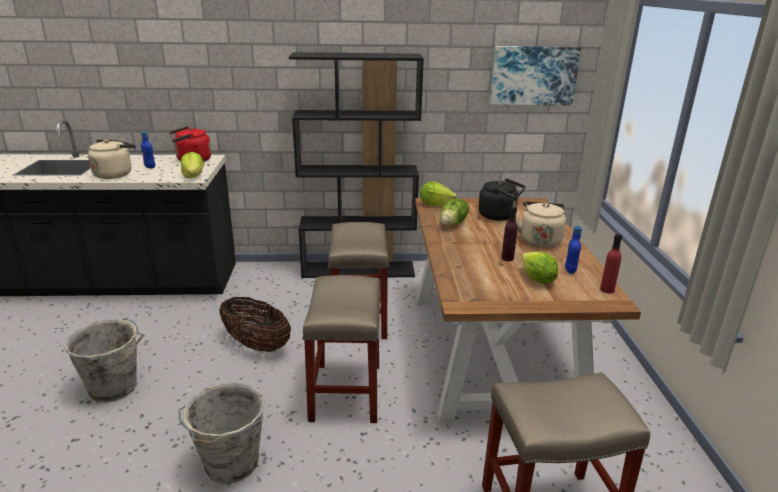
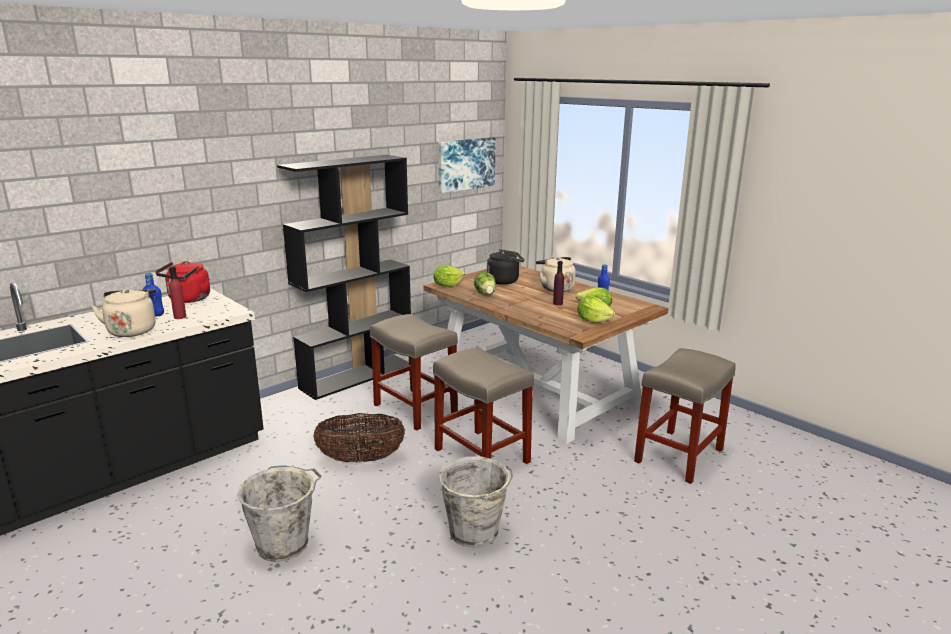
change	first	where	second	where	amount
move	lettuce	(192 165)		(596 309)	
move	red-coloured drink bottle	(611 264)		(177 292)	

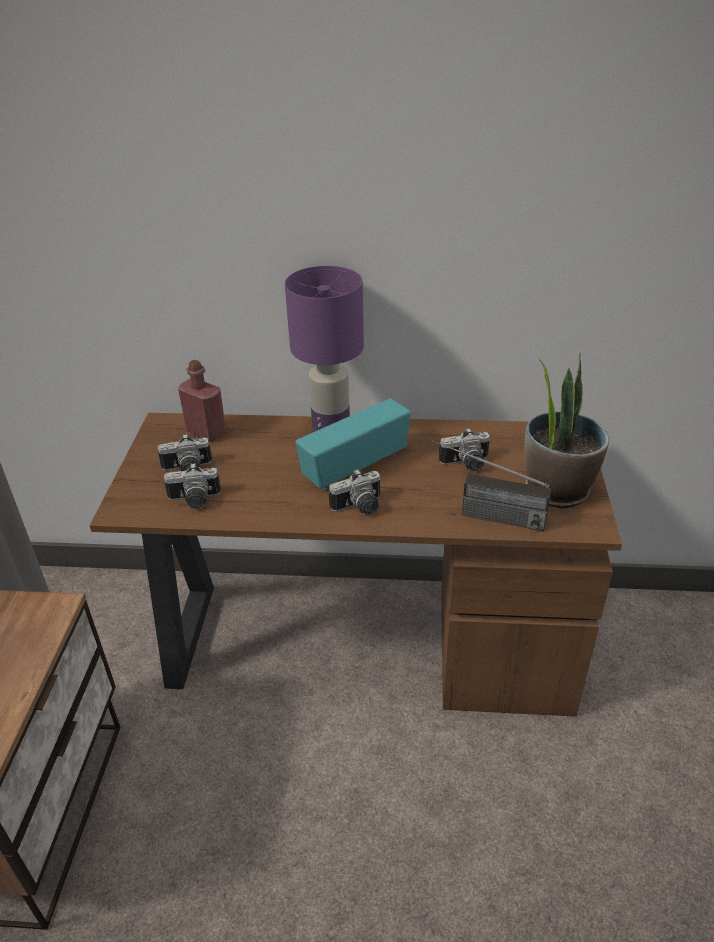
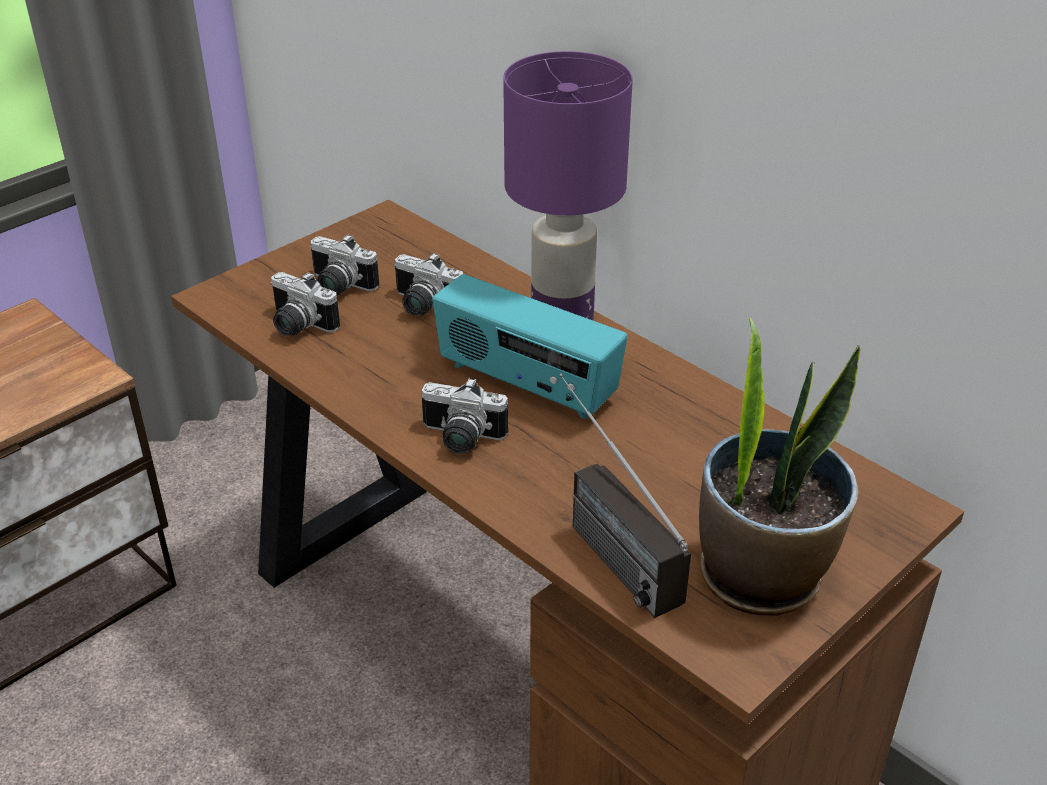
change	first	where	second	where	amount
delete	red-coloured drink bottle	(202 400)			
rotate	radio	(353 444)		(530 347)	150 degrees counterclockwise
move	photo camera	(464 449)		(428 284)	

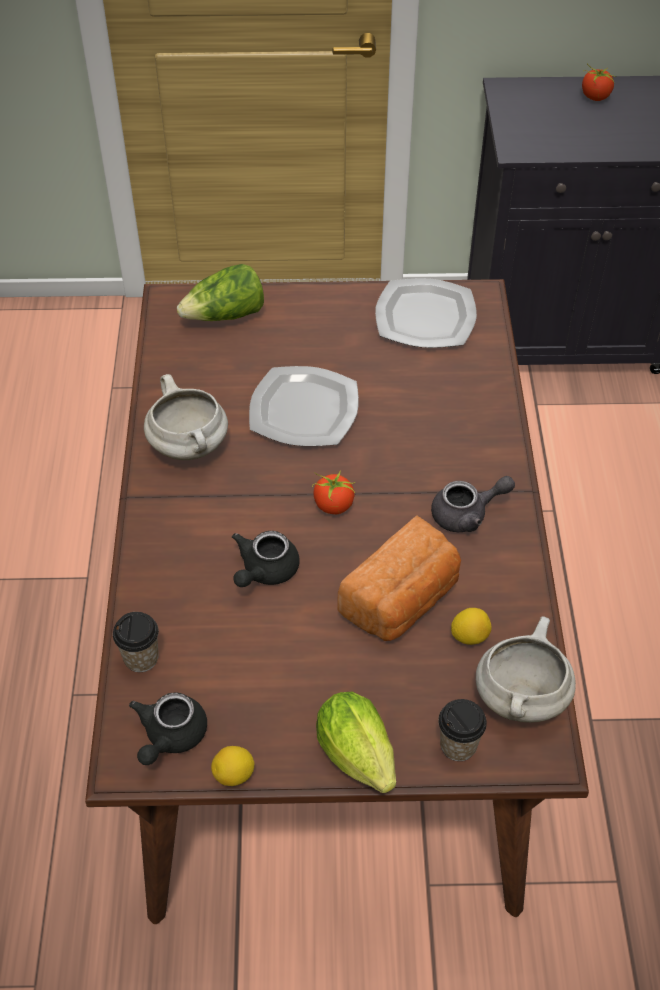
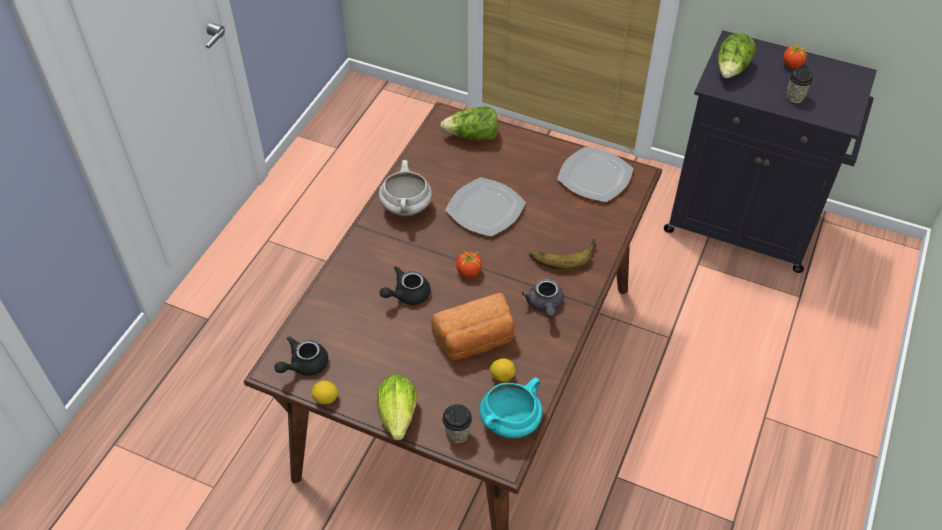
change	first	where	second	where	amount
move	small cup	(136 642)		(799 85)	
rotate	gray pot for tea	(473 504)		(543 298)	75 degrees clockwise
recolor	white-coloured cooking pot	(526 669)	blue-green cooking pot	(511 407)	
insert			banana	(562 254)	
insert			lettuce	(736 55)	

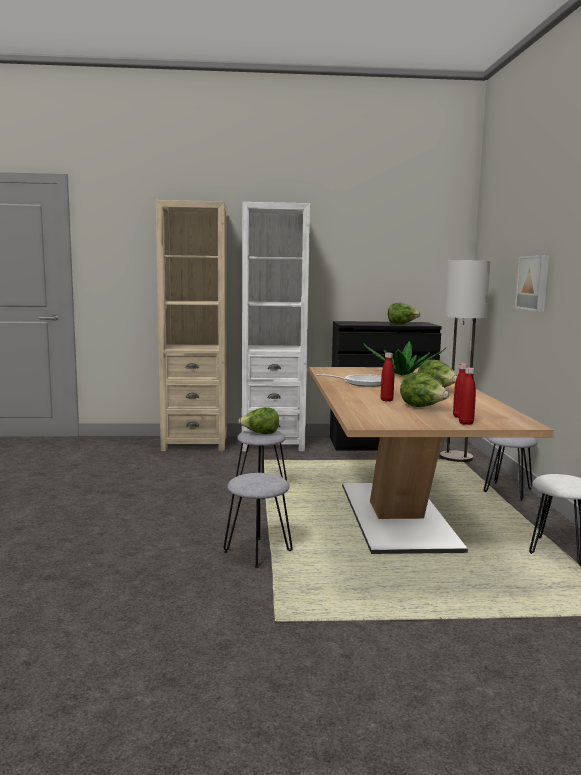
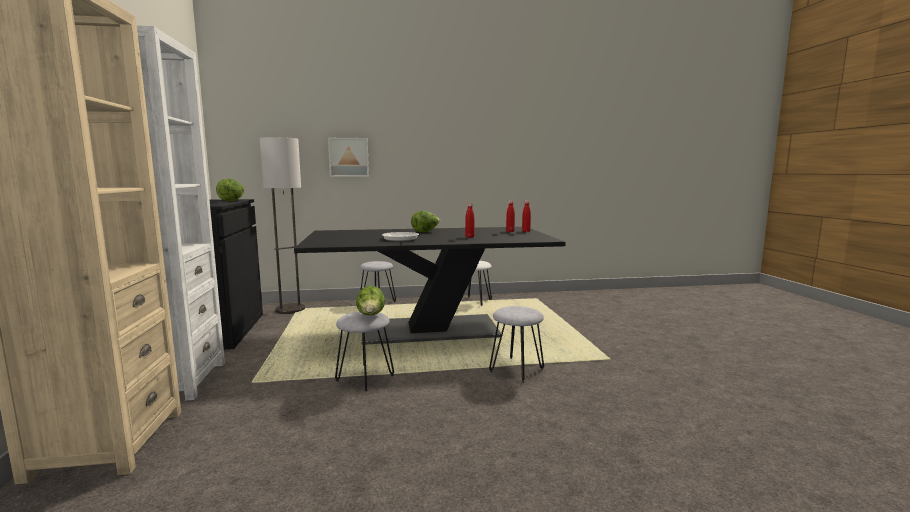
change	first	where	second	where	amount
recolor	beige-coloured dining table	(431 460)	black-coloured dining table	(430 286)	
delete	houseplant	(405 358)			
delete	lettuce	(424 389)			

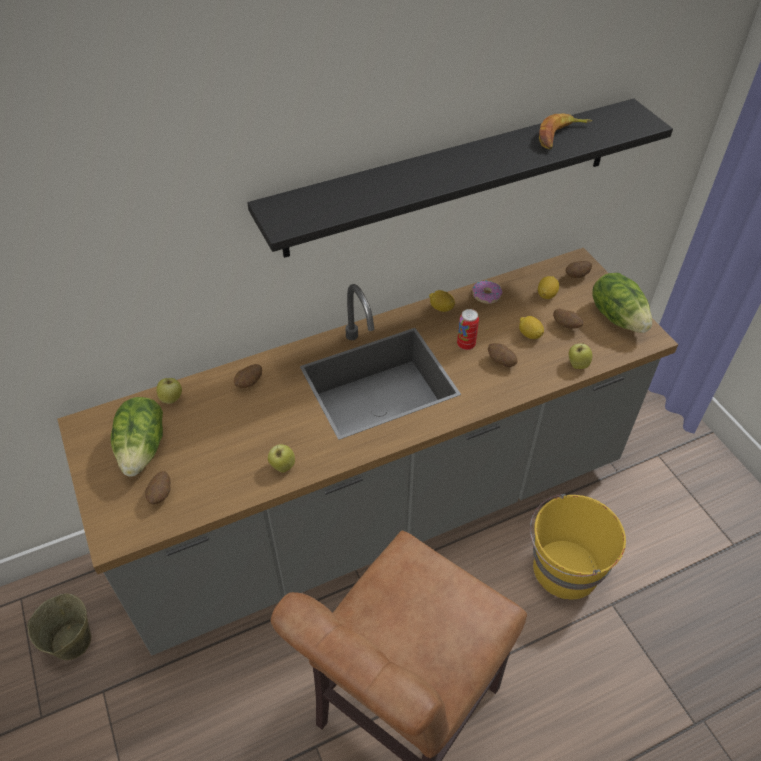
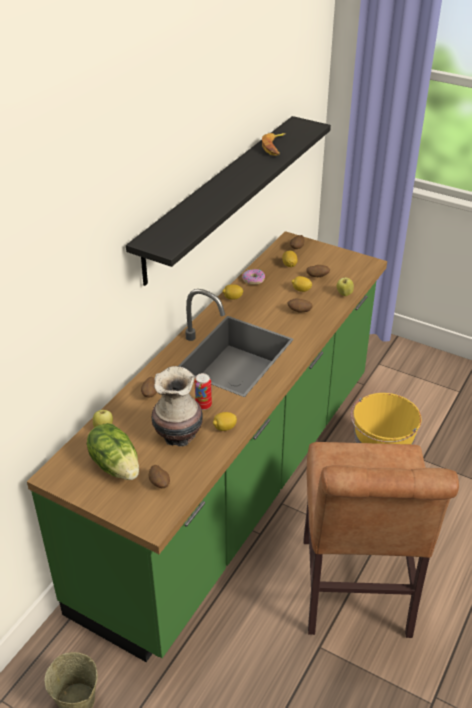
change	first	where	second	where	amount
recolor	gray kitchen base unit	(367 451)	green-coloured kitchen base unit	(207 446)	
replace	apple fruit	(281 458)	citrus fruit	(225 421)	
move	metal can	(468 329)		(203 391)	
delete	lettuce	(622 303)			
insert			decorative vase	(177 406)	

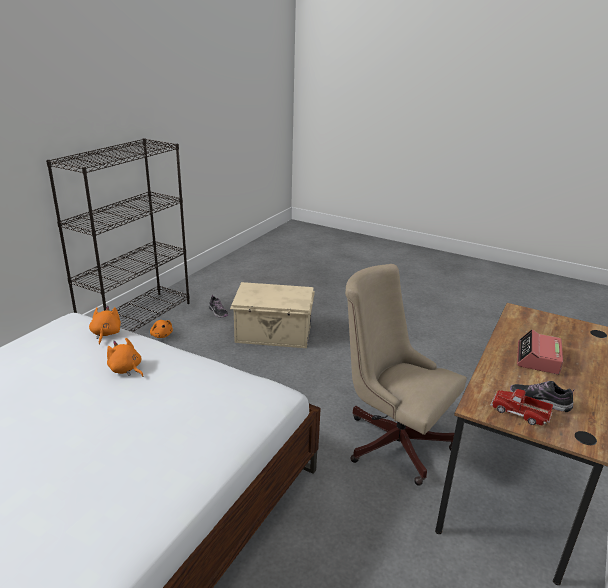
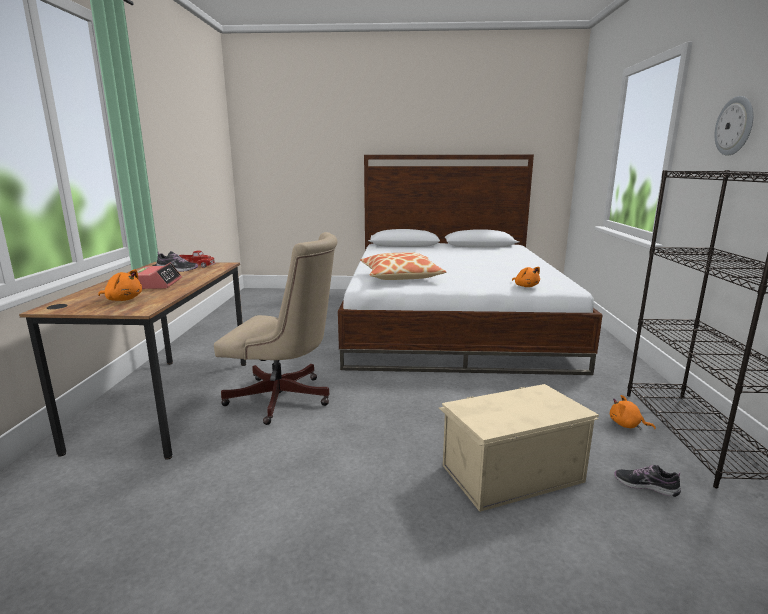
change	first	where	second	where	amount
move	orange-coloured cuddly toy	(125 357)		(120 285)	
insert			throw pillow	(403 266)	
insert			clock on the wall	(734 126)	

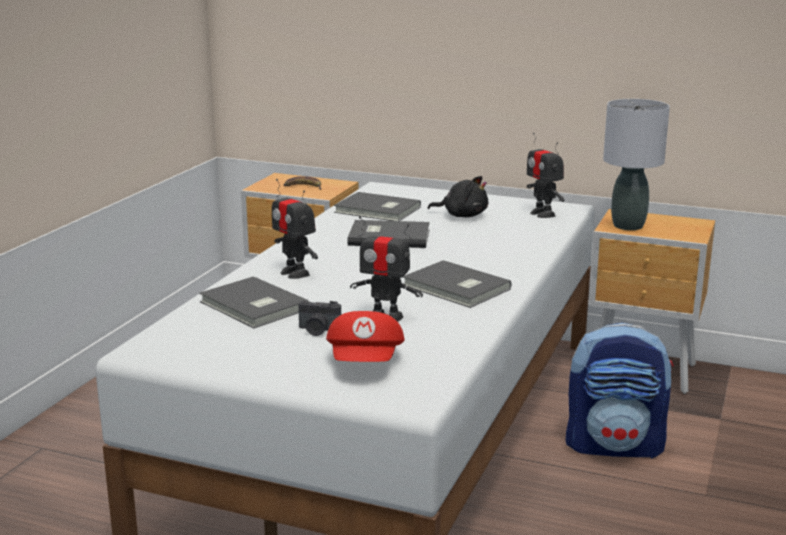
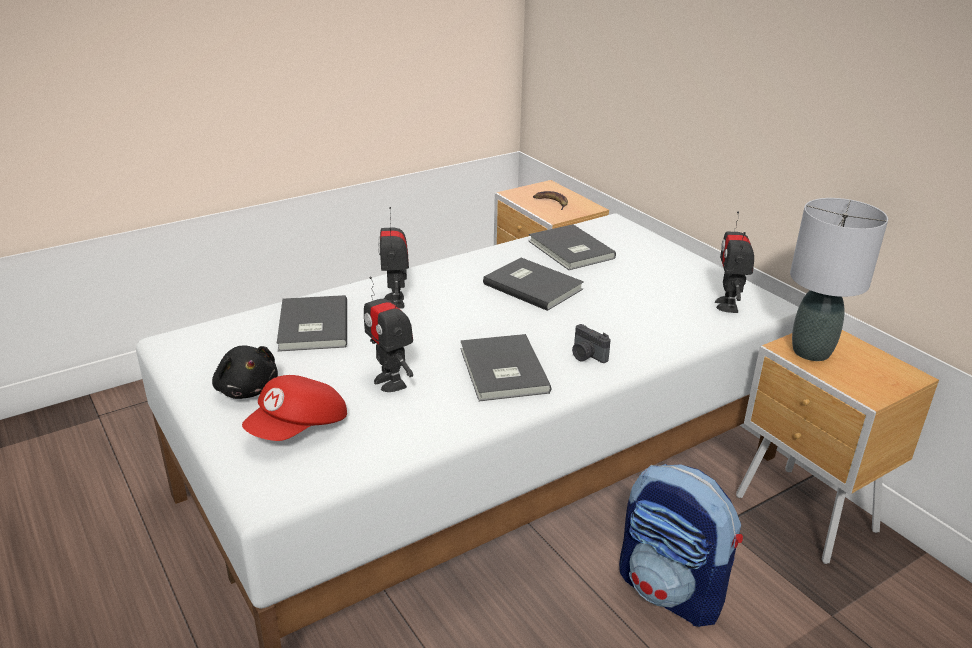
change	first	where	second	where	amount
move	photo camera	(320 318)		(591 343)	
move	black-coloured cuddly toy	(458 196)		(245 372)	

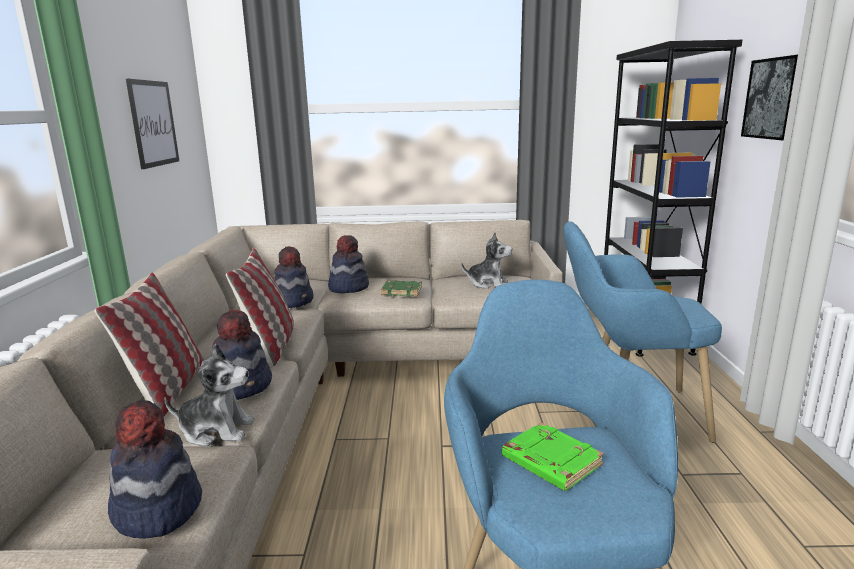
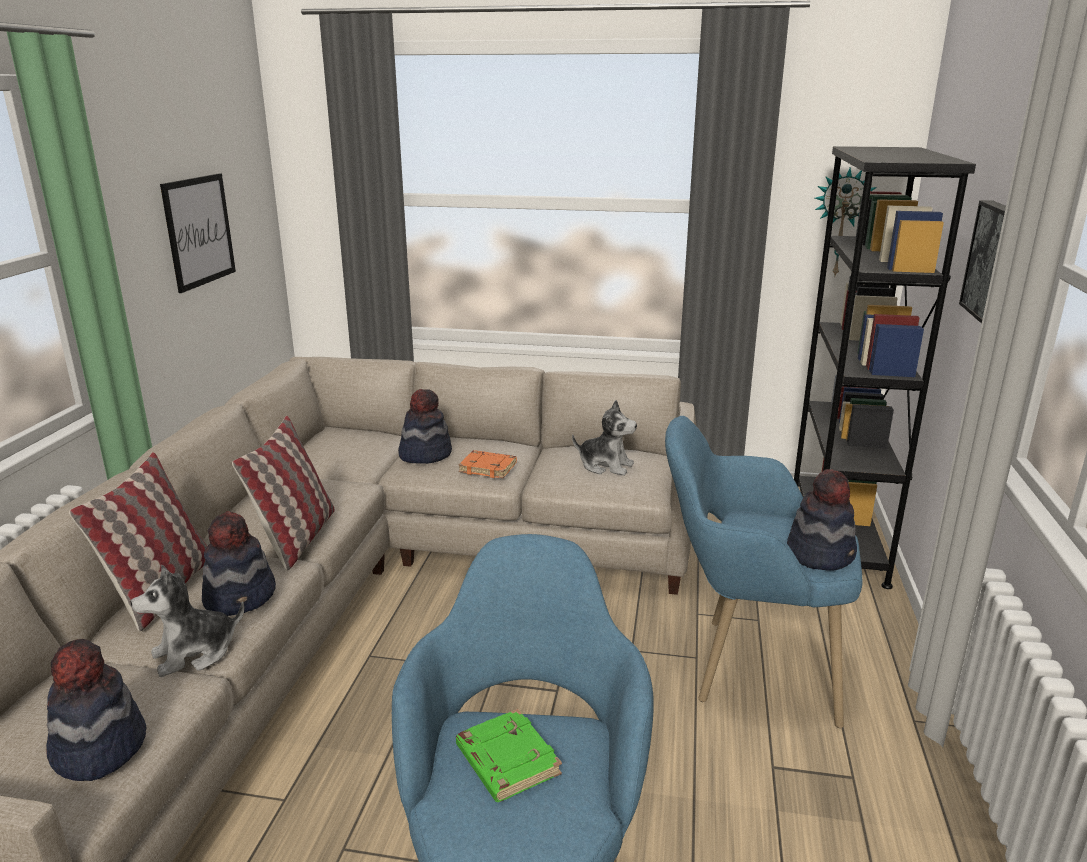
change	first	where	second	where	amount
rotate	cuddly toy	(209 395)		(187 621)	135 degrees clockwise
move	wearable hat	(294 277)		(822 520)	
recolor	green-coloured bound book	(401 289)	orange-coloured bound book	(487 464)	
insert			clock on the wall	(846 223)	

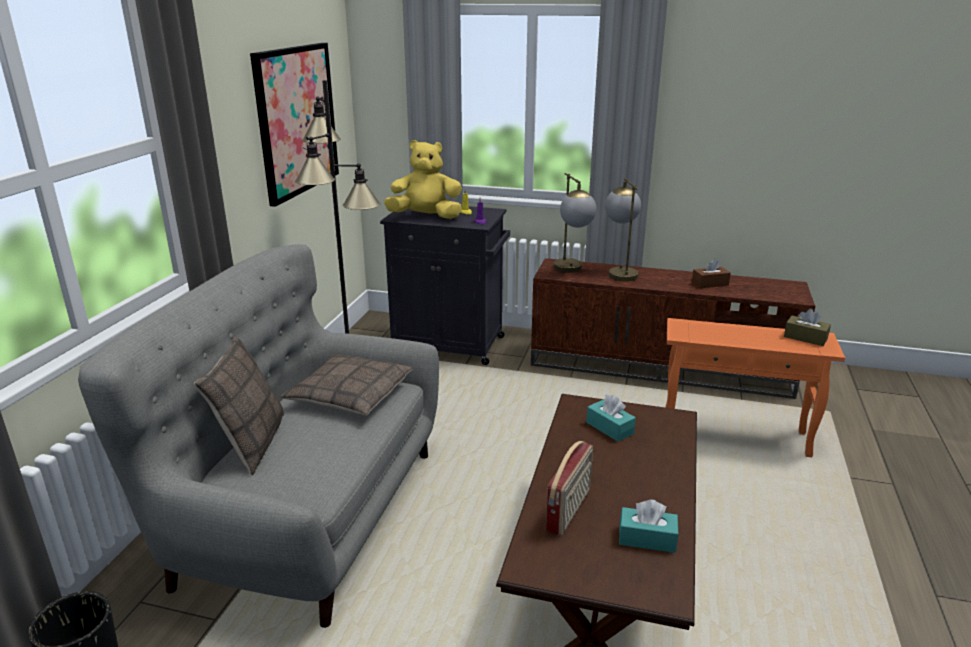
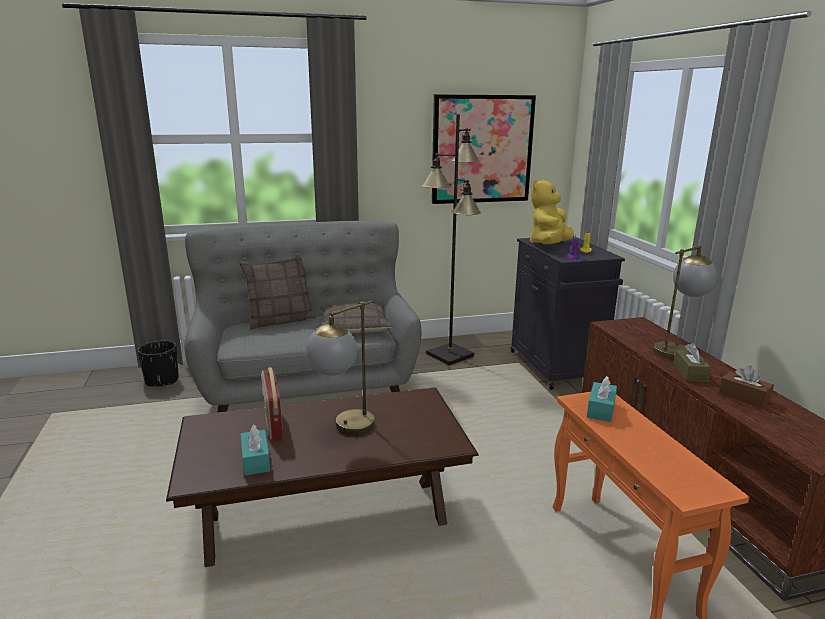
change	first	where	second	where	amount
rotate	yellow-coloured cuddly toy	(423 179)		(552 211)	120 degrees counterclockwise
rotate	radio	(569 488)		(272 403)	75 degrees clockwise
move	tabletop lamp	(575 223)		(340 367)	
move	blue-green tissue holder	(611 418)		(602 399)	
move	brown tissue holder	(807 327)		(692 362)	

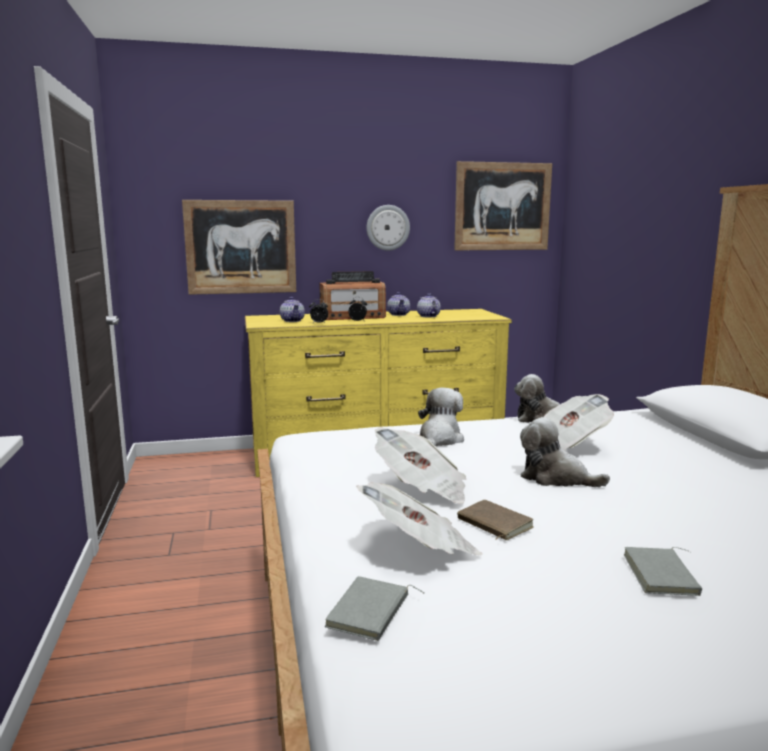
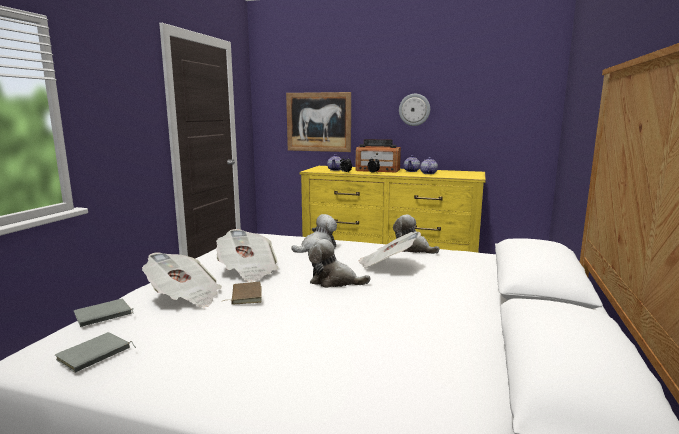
change	first	where	second	where	amount
delete	wall picture	(503 205)			
rotate	cuddly toy	(565 452)		(339 263)	45 degrees counterclockwise
move	gray bound book	(663 571)		(95 352)	

